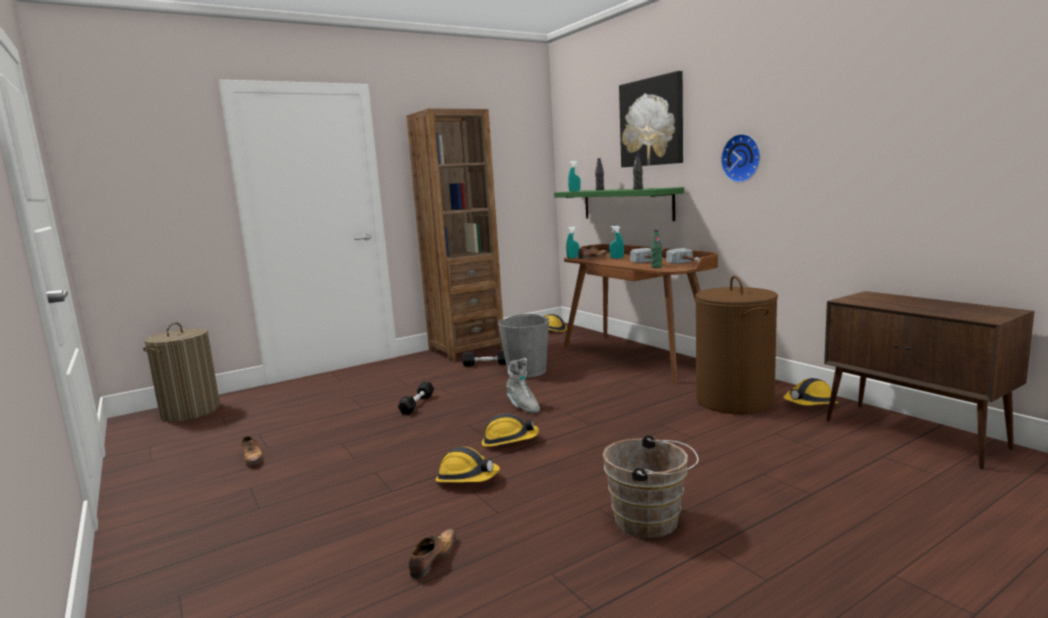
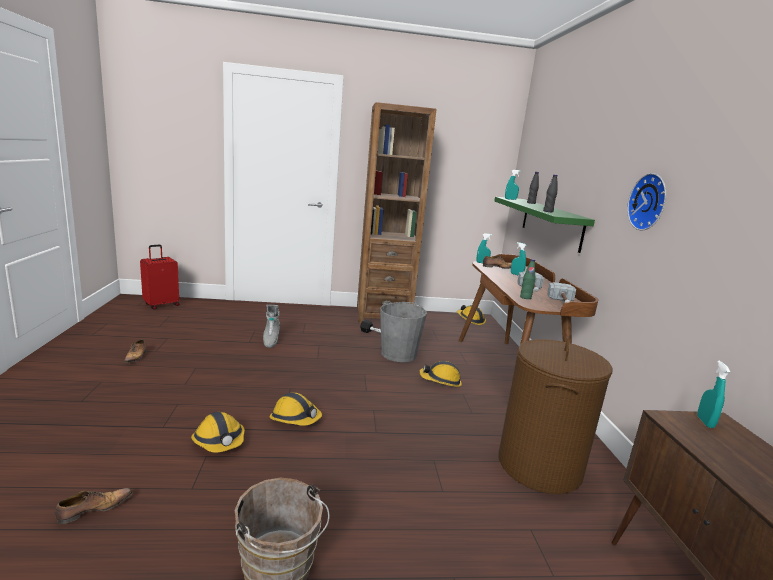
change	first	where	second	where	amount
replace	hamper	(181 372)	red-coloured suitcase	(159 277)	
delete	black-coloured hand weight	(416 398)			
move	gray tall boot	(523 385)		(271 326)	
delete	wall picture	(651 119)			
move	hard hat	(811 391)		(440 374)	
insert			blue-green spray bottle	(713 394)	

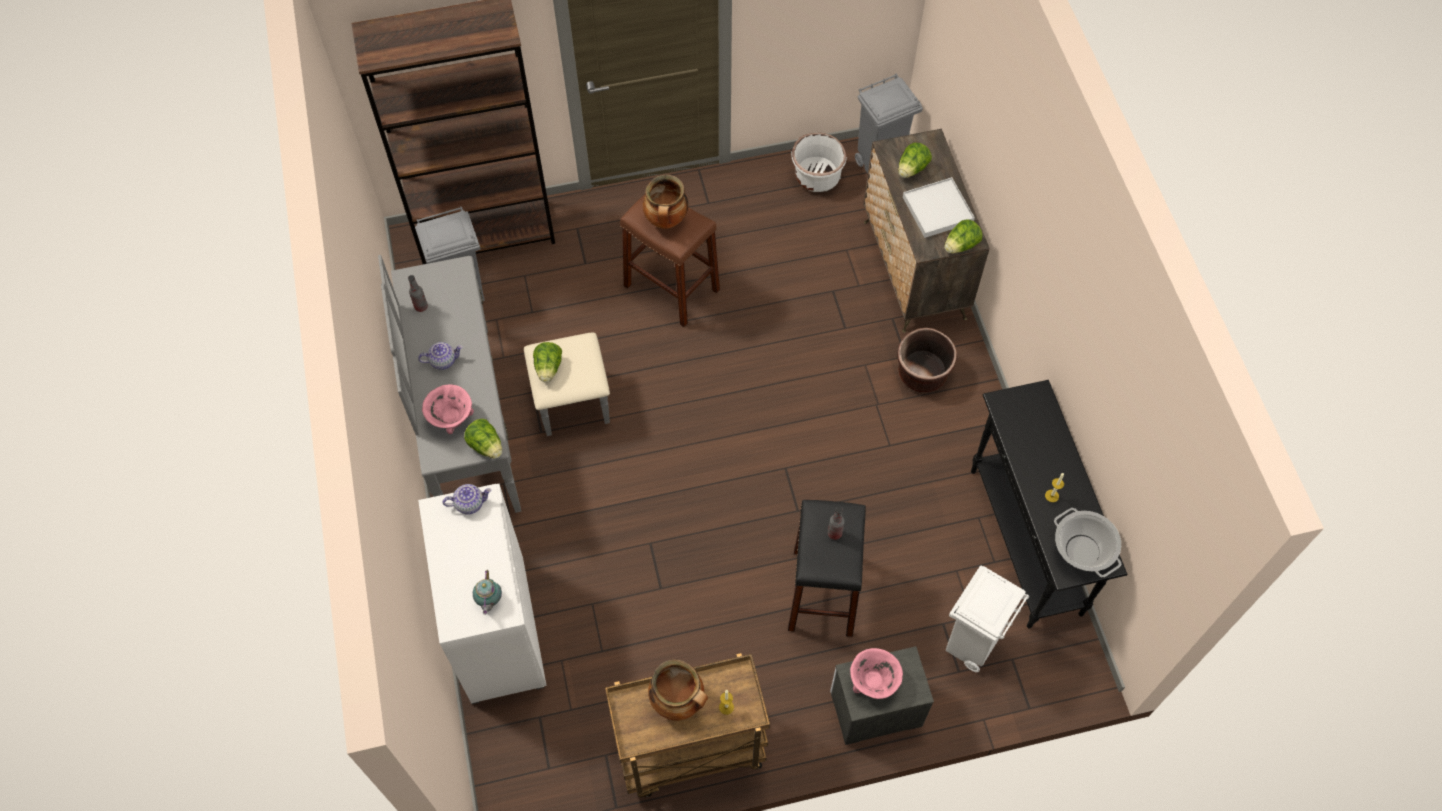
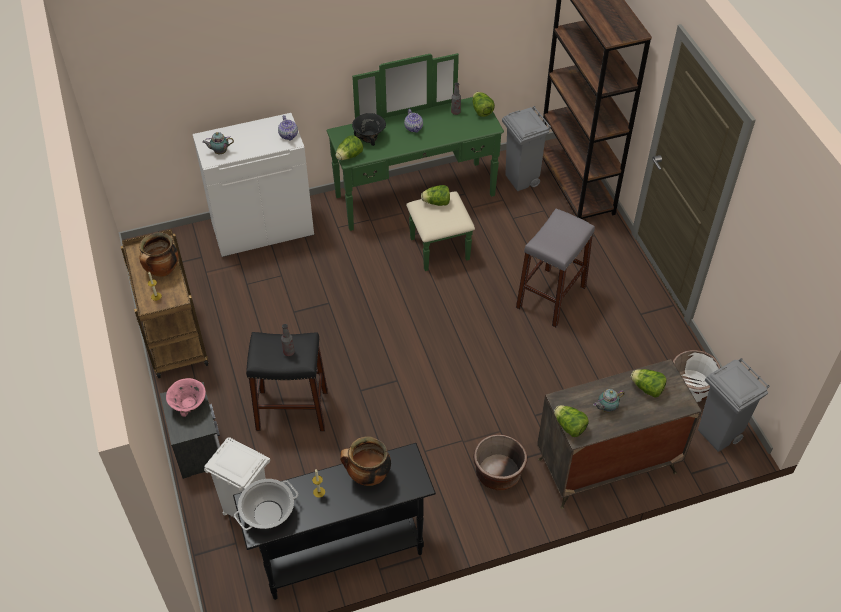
change	first	where	second	where	amount
recolor	gray drawer chest	(494 384)	green-coloured drawer chest	(415 162)	
recolor	pink bowl	(448 409)	black-coloured bowl	(369 129)	
recolor	brown sitting stool	(670 260)	gray sitting stool	(555 268)	
move	cooking pot	(665 202)		(365 461)	
replace	white-coloured serving tray	(939 207)	pot for tea	(609 401)	
insert			lettuce	(483 104)	

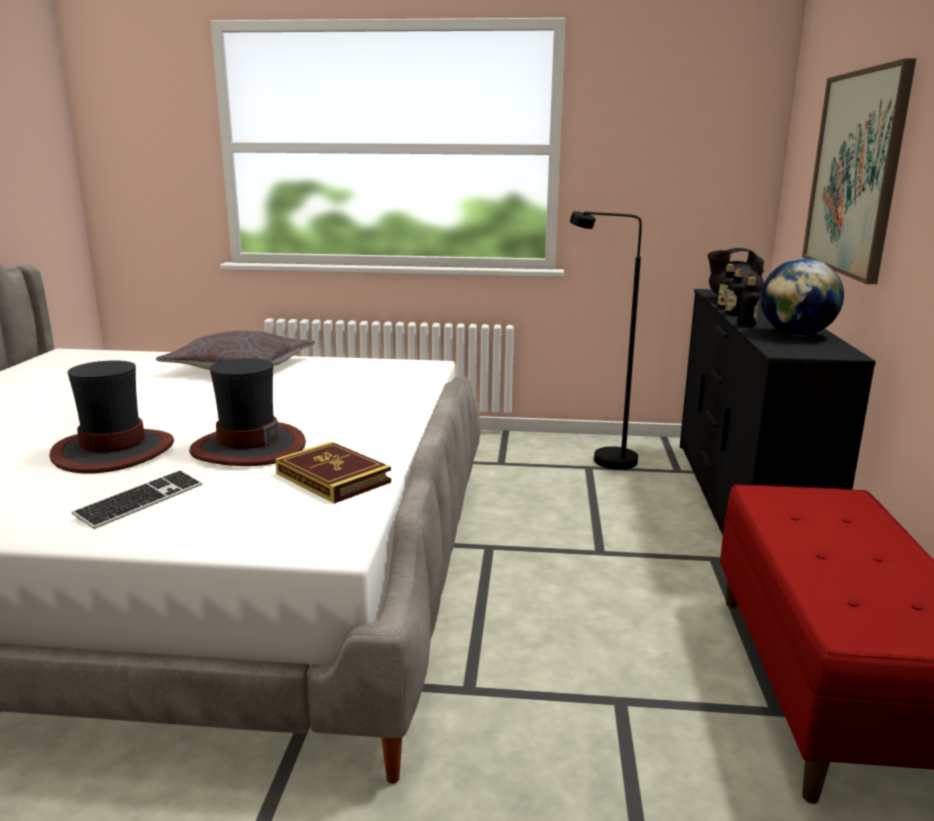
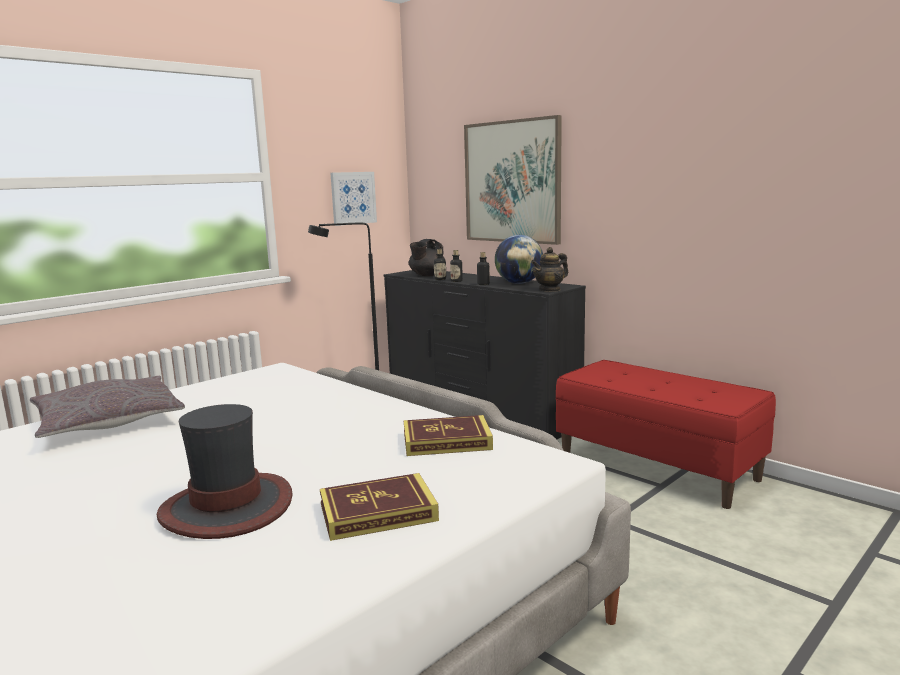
change	first	where	second	where	amount
replace	keyboard	(137 499)	bound book	(379 507)	
delete	wearable hat	(247 412)			
insert			wall picture	(353 199)	
insert			pot for tea	(549 269)	

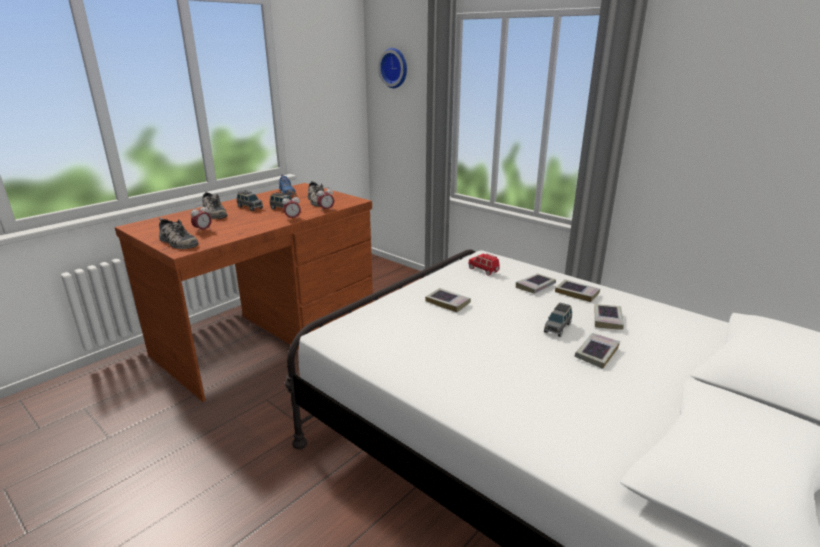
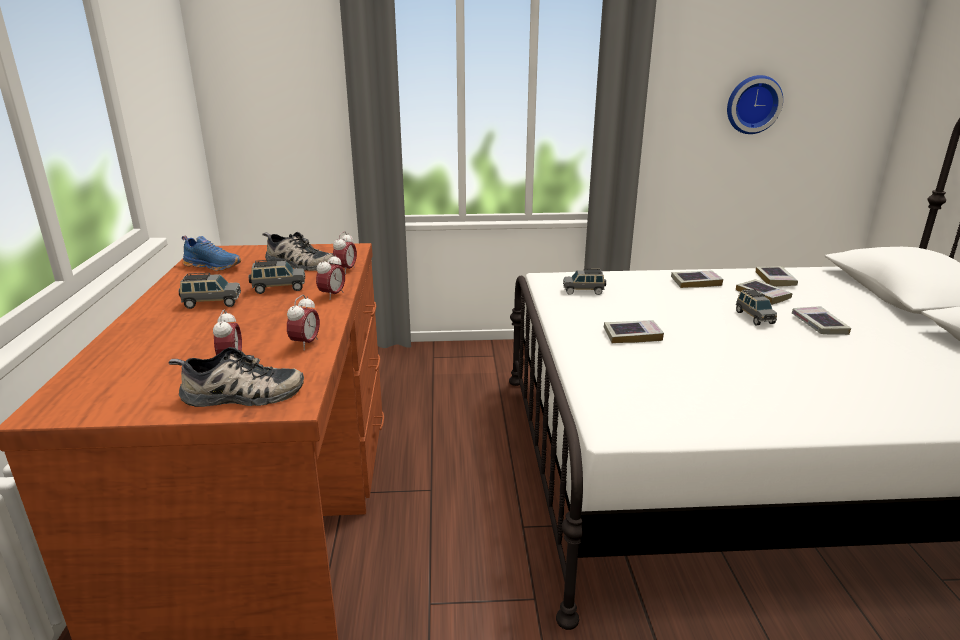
change	first	where	second	where	amount
delete	item of footwear	(214 205)			
move	clock on the wall	(392 68)		(755 104)	
recolor	red-coloured miniature car	(484 264)	gray miniature car	(584 282)	
move	bound book	(536 284)		(777 276)	
insert			bedside clock	(303 322)	

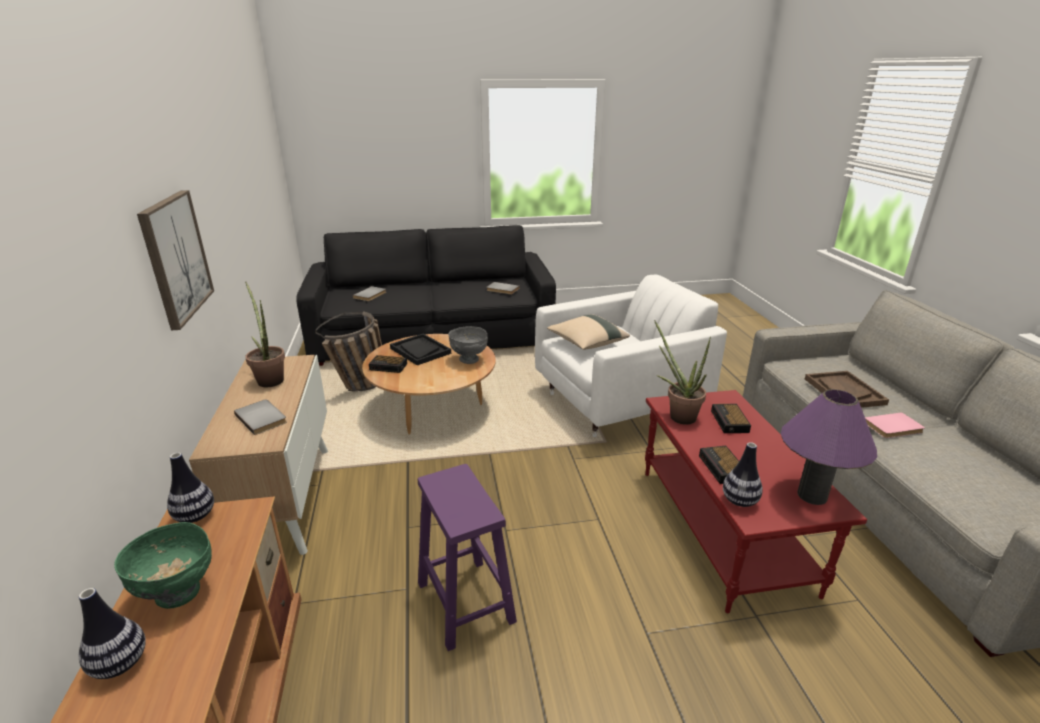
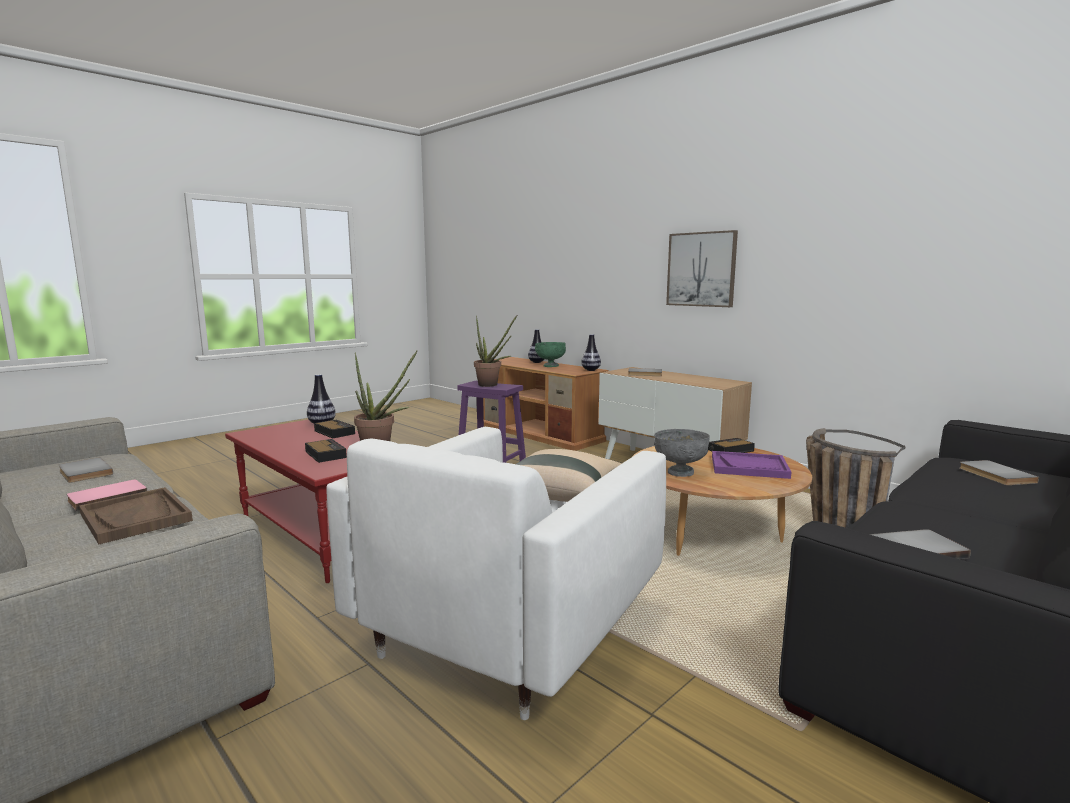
change	first	where	second	where	amount
move	houseplant	(265 334)		(495 351)	
recolor	black-coloured serving tray	(420 349)	purplish serving tray	(751 465)	
delete	purplish tabletop lamp	(829 447)			
insert			gray bound book	(86 470)	

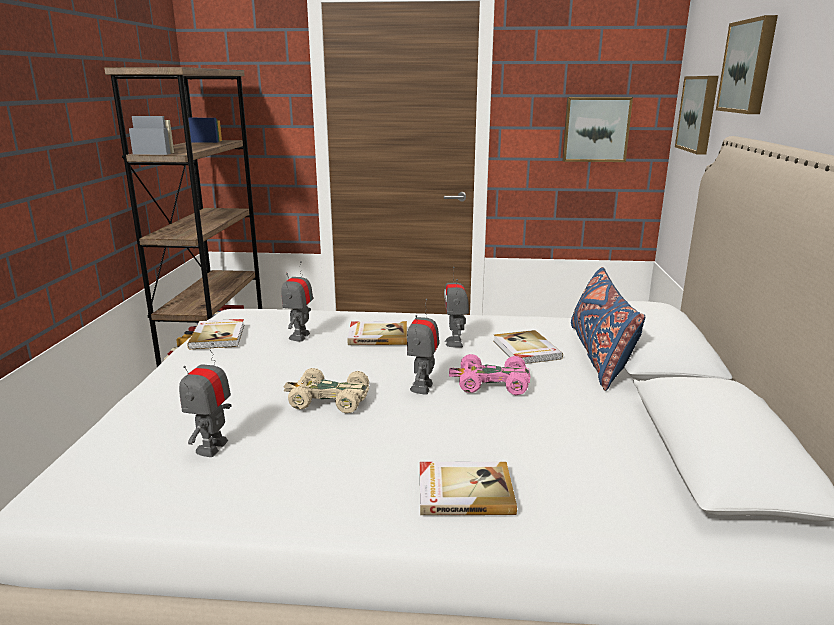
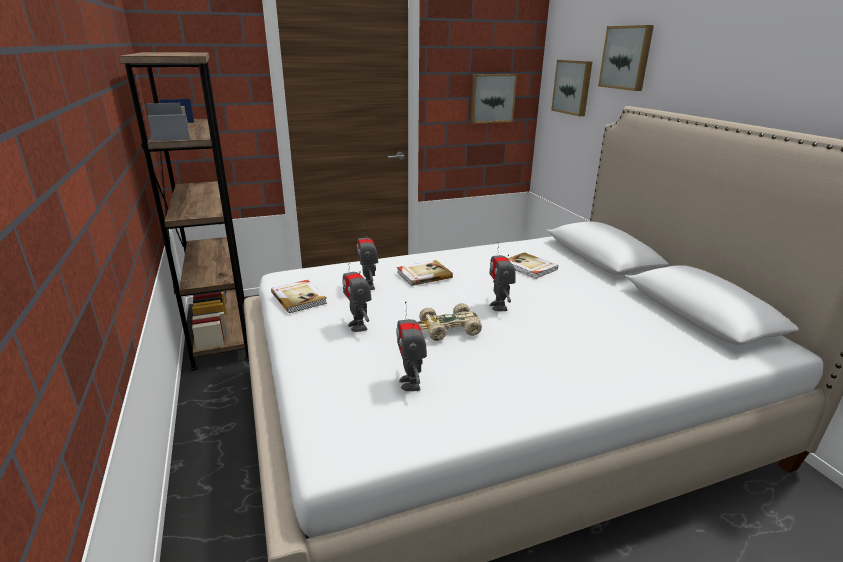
change	first	where	second	where	amount
delete	bound book	(468 488)			
move	model robot	(456 307)		(357 294)	
delete	pink miniature car	(489 374)			
delete	bluish throw pillow	(608 329)			

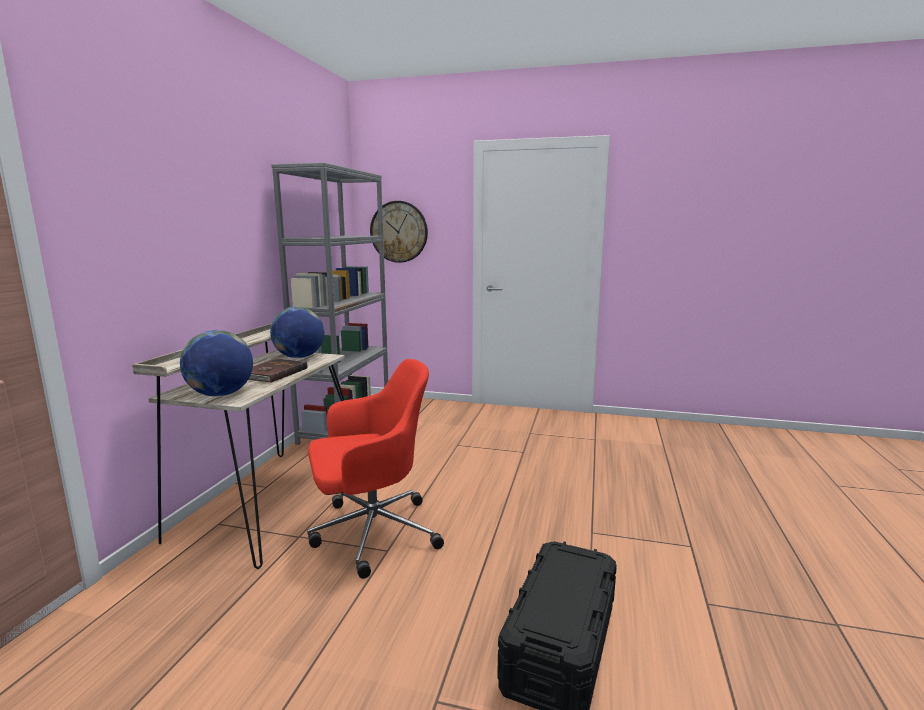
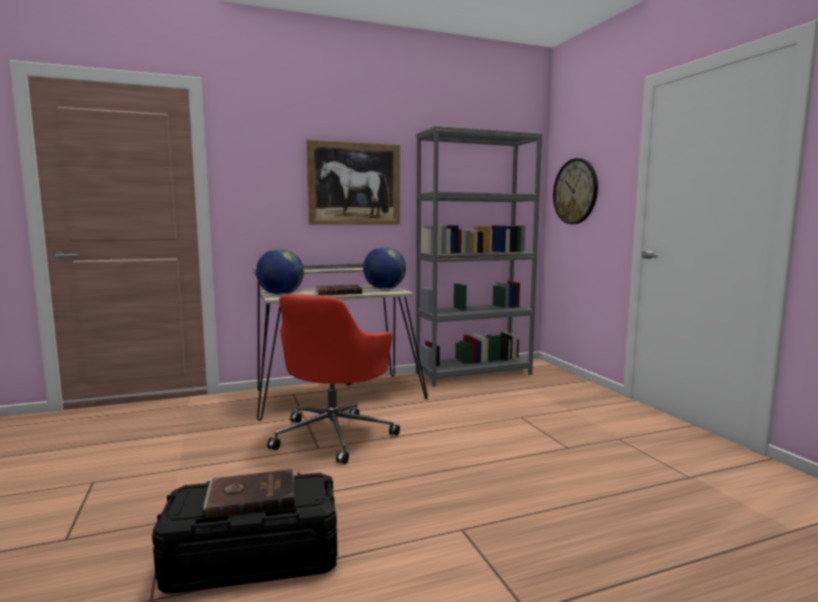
change	first	where	second	where	amount
rotate	red-coloured desk chair	(375 469)		(333 379)	75 degrees clockwise
insert			brown bound book	(249 494)	
insert			wall picture	(353 182)	

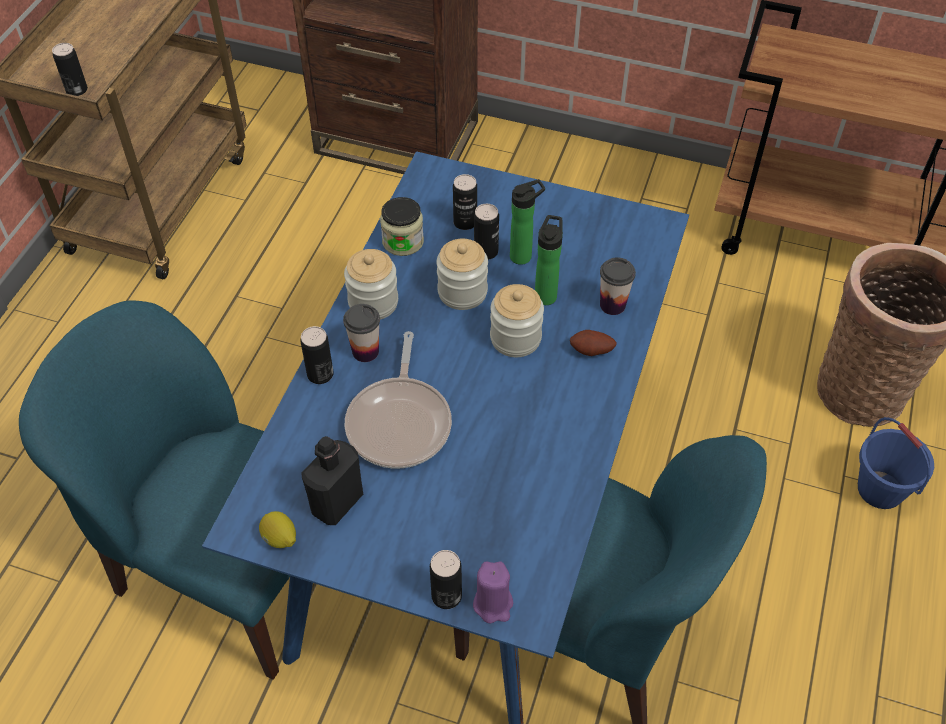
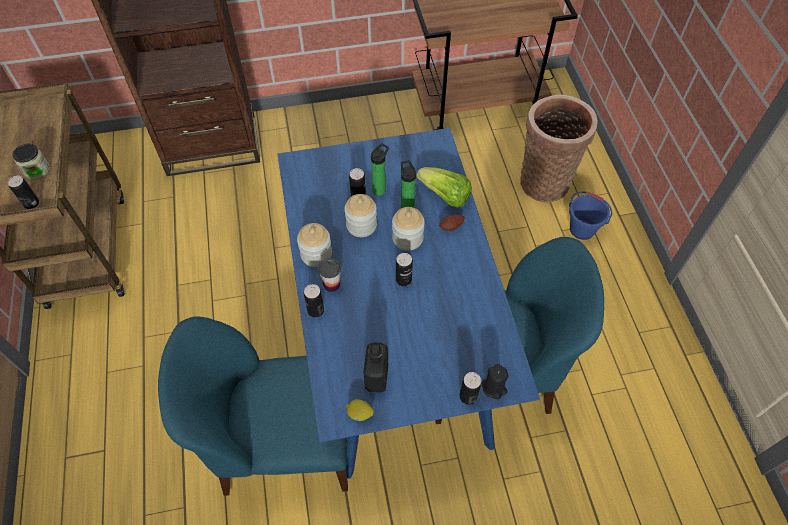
change	first	where	second	where	amount
delete	frying pan	(398 400)			
move	jar	(402 226)		(31 161)	
move	metal can	(465 202)		(404 269)	
recolor	purplish wax light	(493 592)	black-coloured wax light	(495 381)	
replace	small cup	(618 286)	lettuce	(444 187)	

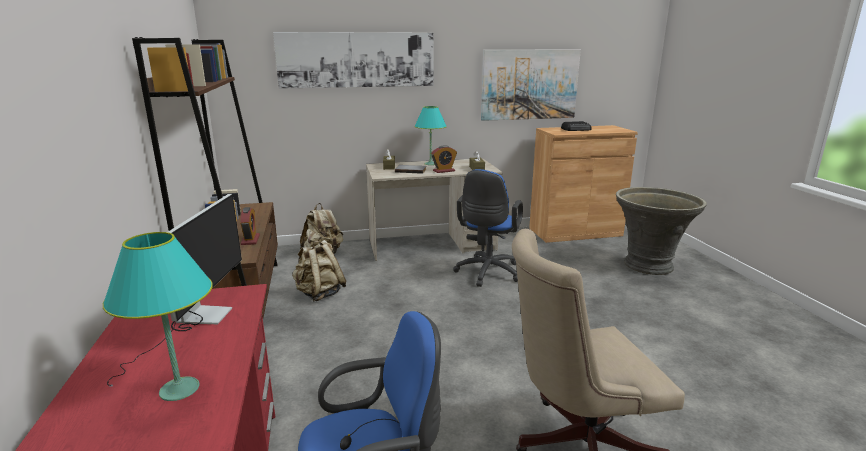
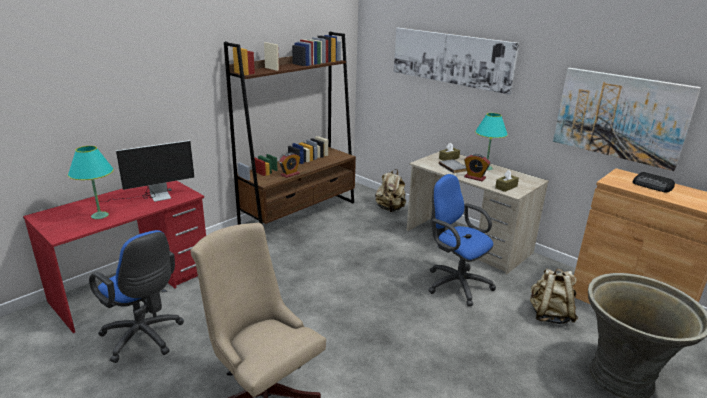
change	first	where	second	where	amount
move	beige-coloured rucksack	(319 271)		(554 296)	
rotate	bluish desk chair	(488 228)		(462 240)	60 degrees clockwise

